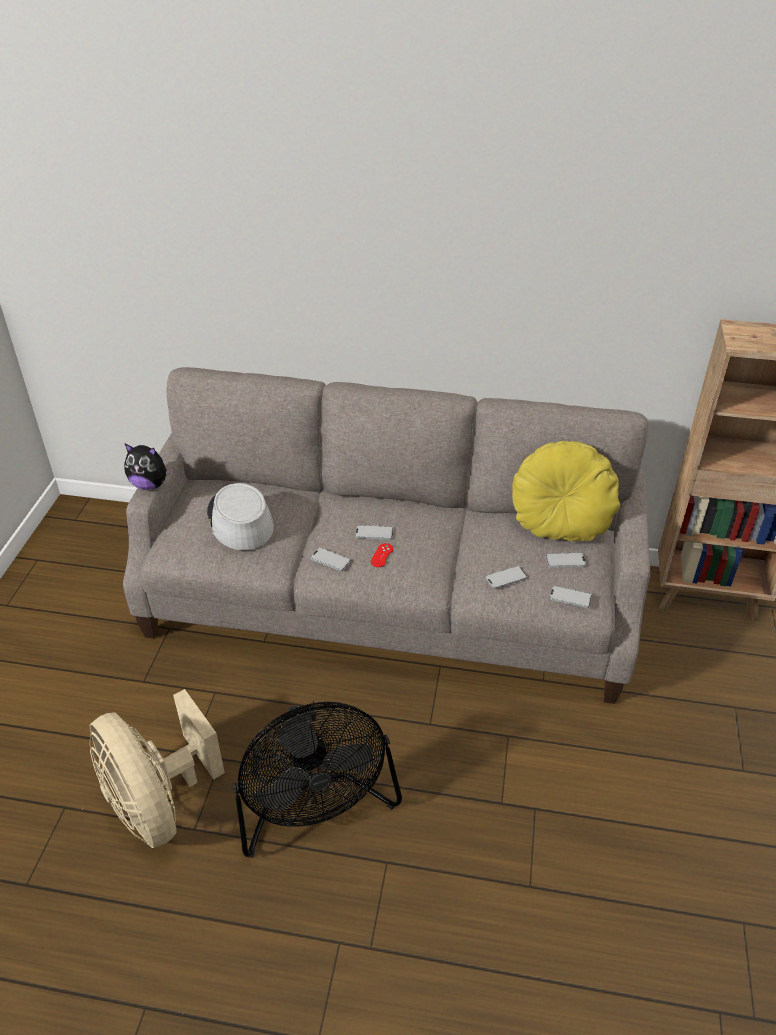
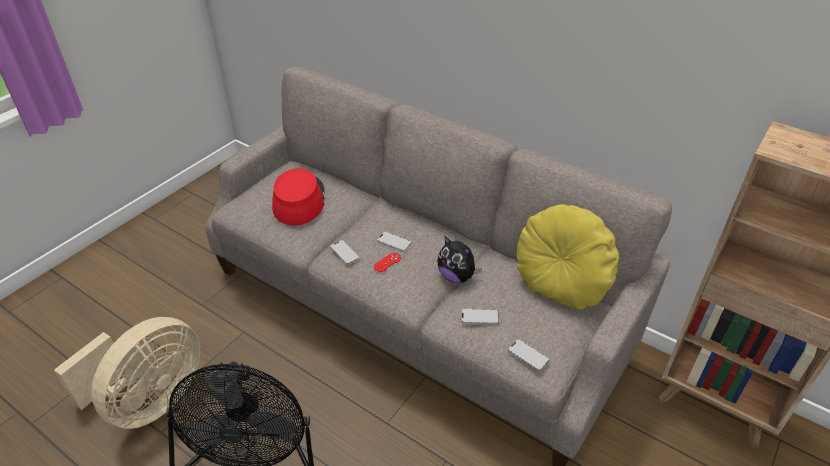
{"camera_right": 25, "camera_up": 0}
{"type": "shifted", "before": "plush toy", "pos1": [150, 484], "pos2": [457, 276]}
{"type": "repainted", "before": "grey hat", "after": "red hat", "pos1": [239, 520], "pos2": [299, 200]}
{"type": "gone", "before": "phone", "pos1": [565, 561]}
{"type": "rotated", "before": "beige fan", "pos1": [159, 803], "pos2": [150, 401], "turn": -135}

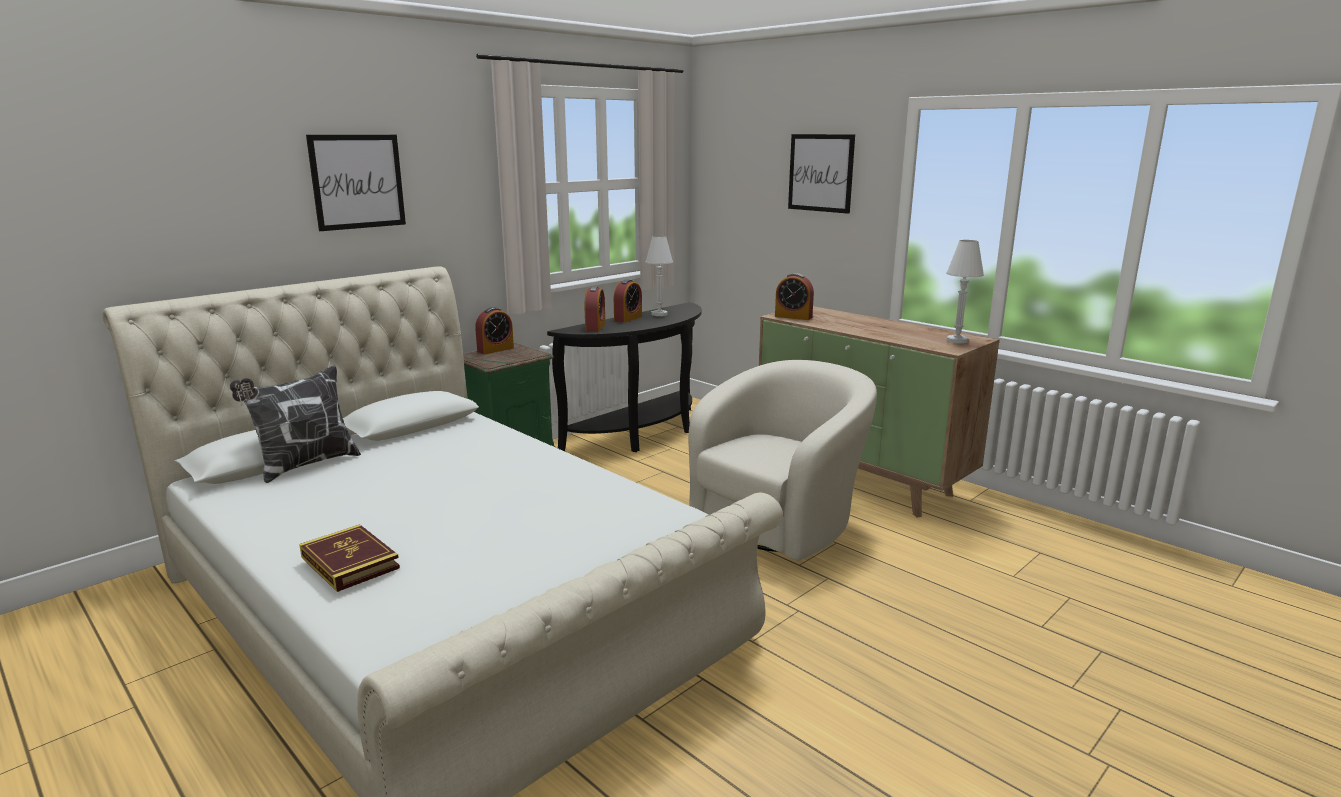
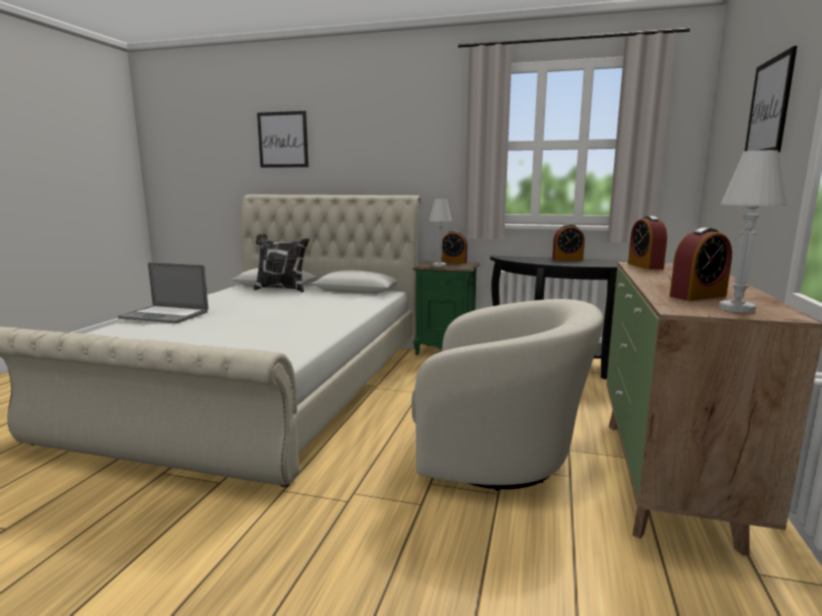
{"camera_right": 60, "camera_up": -5}
{"type": "shifted", "before": "picture", "pos1": [357, 181], "pos2": [283, 140]}
{"type": "shifted", "before": "white table lamp", "pos1": [659, 314], "pos2": [439, 265]}
{"type": "shifted", "before": "alarm clock", "pos1": [595, 327], "pos2": [697, 296]}
{"type": "swapped", "before": "book", "after": "laptop", "pos1": [350, 562], "pos2": [164, 315]}

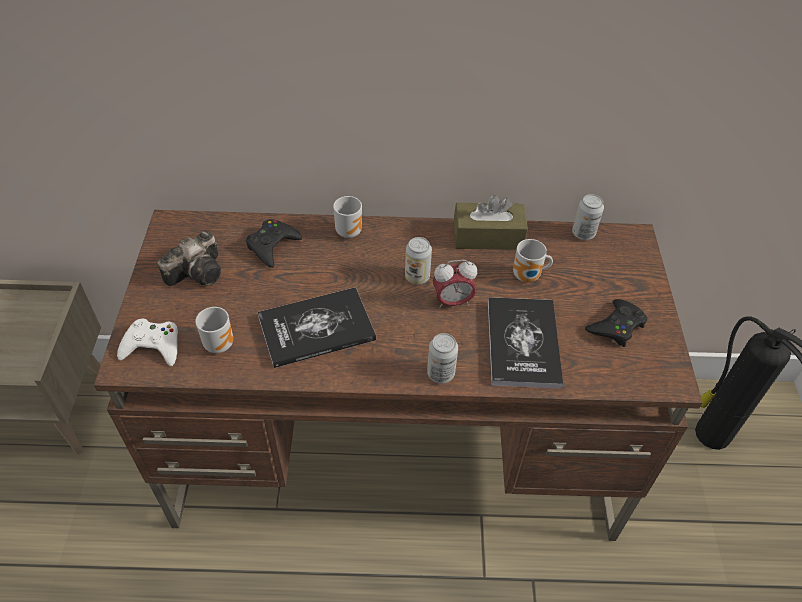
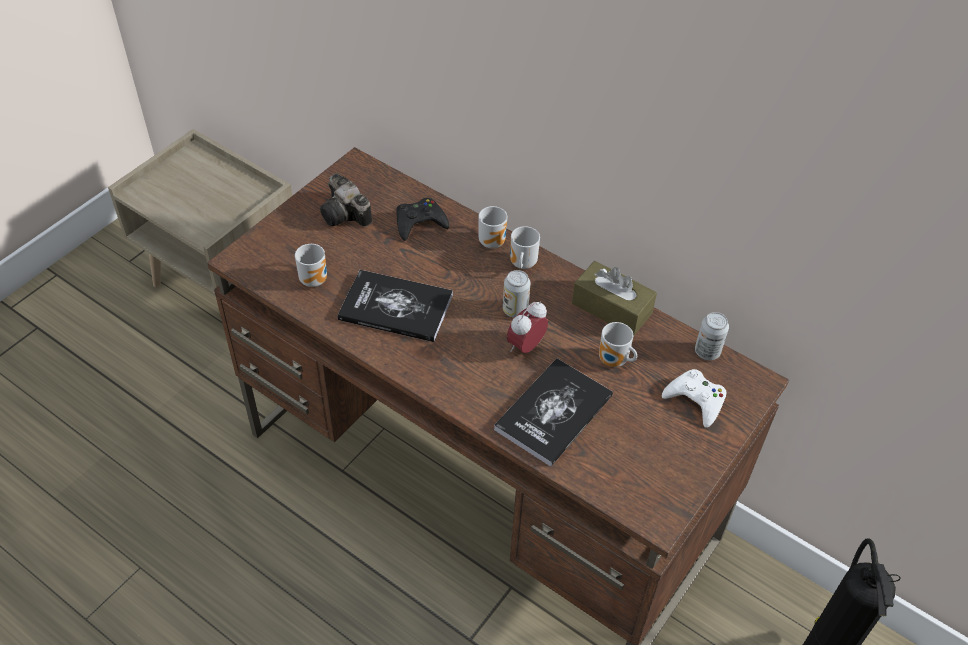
{"camera_right": 35, "camera_up": 0}
{"type": "rotated", "before": "photo camera", "pos1": [199, 271], "pos2": [346, 215], "turn": 60}
{"type": "rotated", "before": "alarm clock", "pos1": [452, 302], "pos2": [525, 346], "turn": 105}
{"type": "gone", "before": "black game controller", "pos1": [616, 326]}
{"type": "shifted", "before": "white game controller", "pos1": [153, 346], "pos2": [695, 400]}
{"type": "gone", "before": "can", "pos1": [440, 373]}
{"type": "new", "after": "mug", "pos2": [521, 264]}

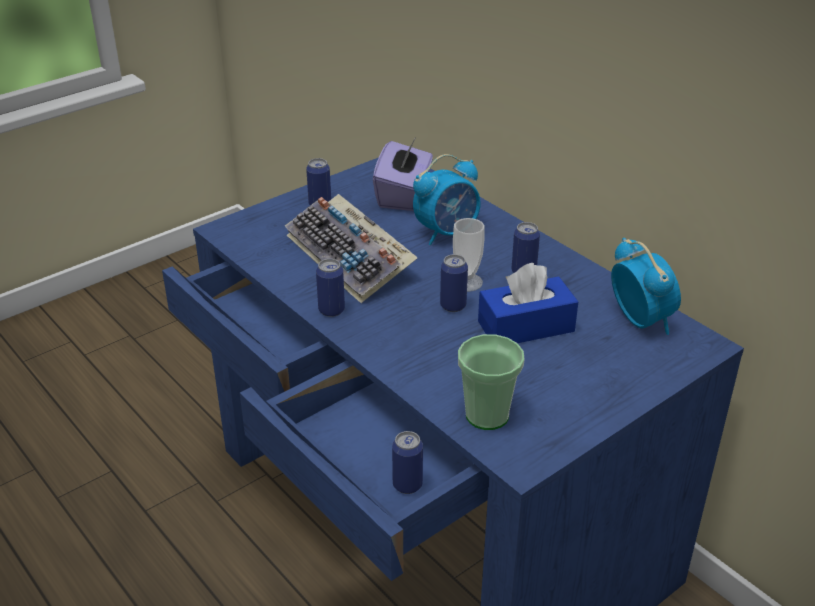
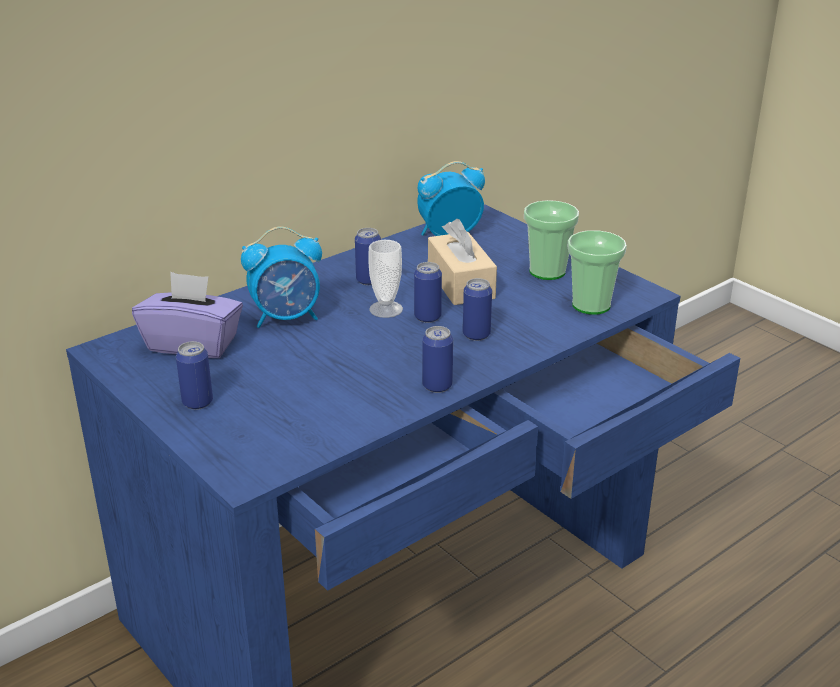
{"camera_right": -90, "camera_up": -5}
{"type": "rotated", "before": "alarm clock", "pos1": [447, 233], "pos2": [287, 318], "turn": 105}
{"type": "gone", "before": "keyboard", "pos1": [351, 258]}
{"type": "repainted", "before": "blue tissue box", "after": "beige tissue box", "pos1": [526, 326], "pos2": [460, 283]}
{"type": "shifted", "before": "can", "pos1": [407, 485], "pos2": [476, 335]}
{"type": "new", "after": "cup", "pos2": [547, 271]}

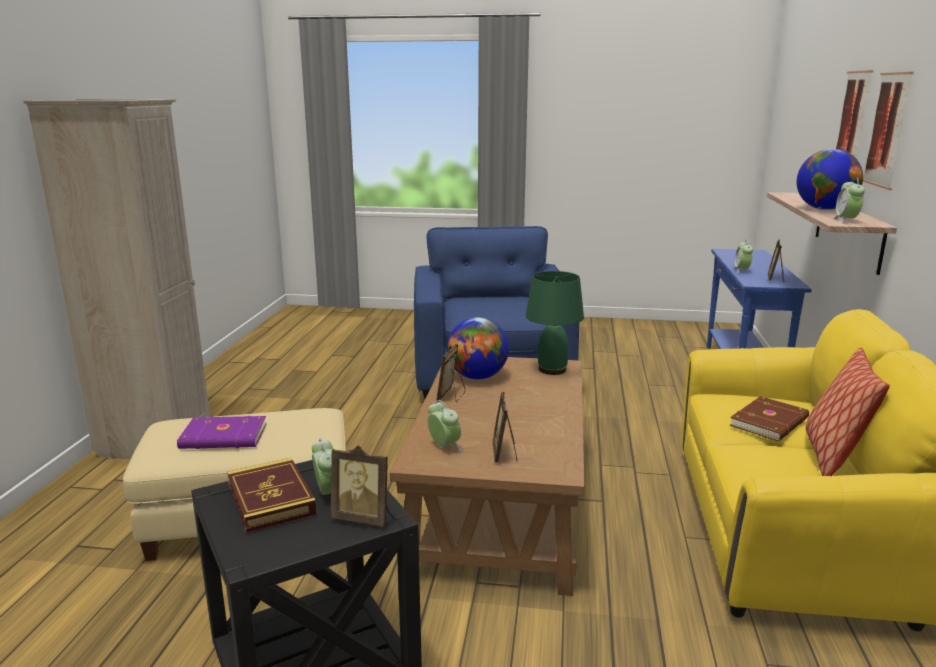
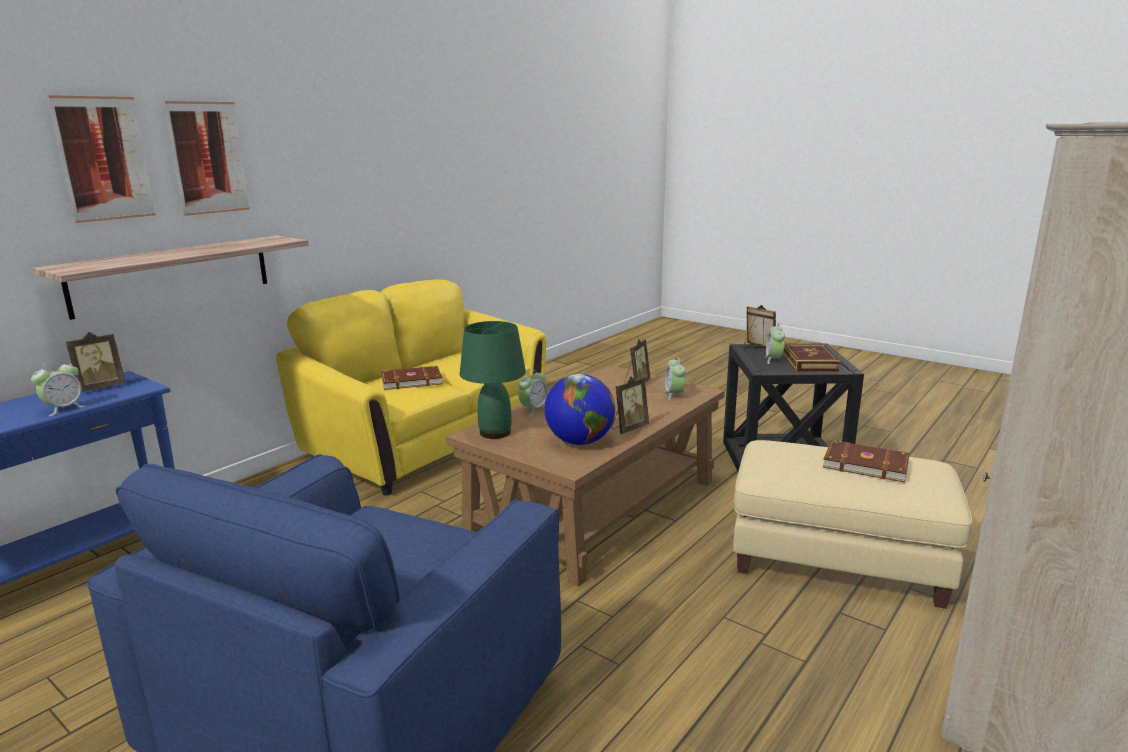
{"camera_right": -150, "camera_up": 0}
{"type": "gone", "before": "globe", "pos1": [824, 209]}
{"type": "shifted", "before": "alarm clock", "pos1": [846, 221], "pos2": [533, 409]}
{"type": "gone", "before": "pillow", "pos1": [832, 457]}
{"type": "repainted", "before": "purple book", "after": "brown book", "pos1": [224, 437], "pos2": [865, 464]}

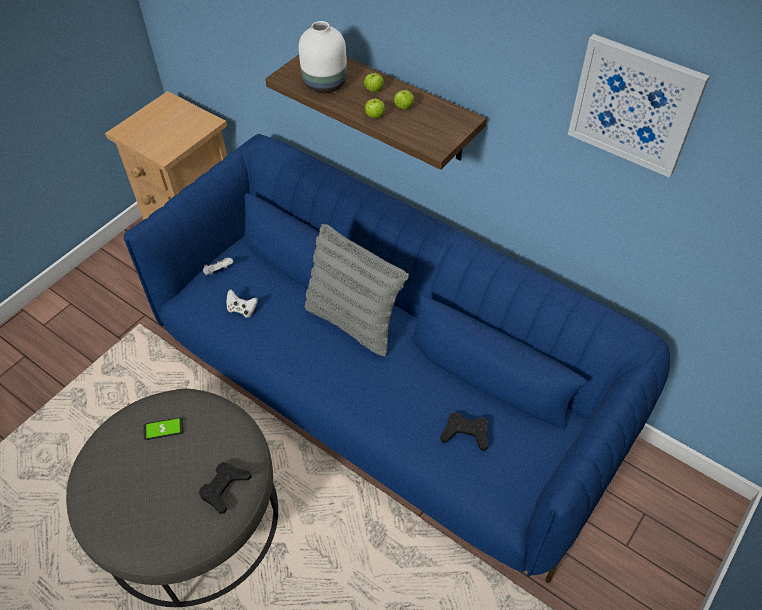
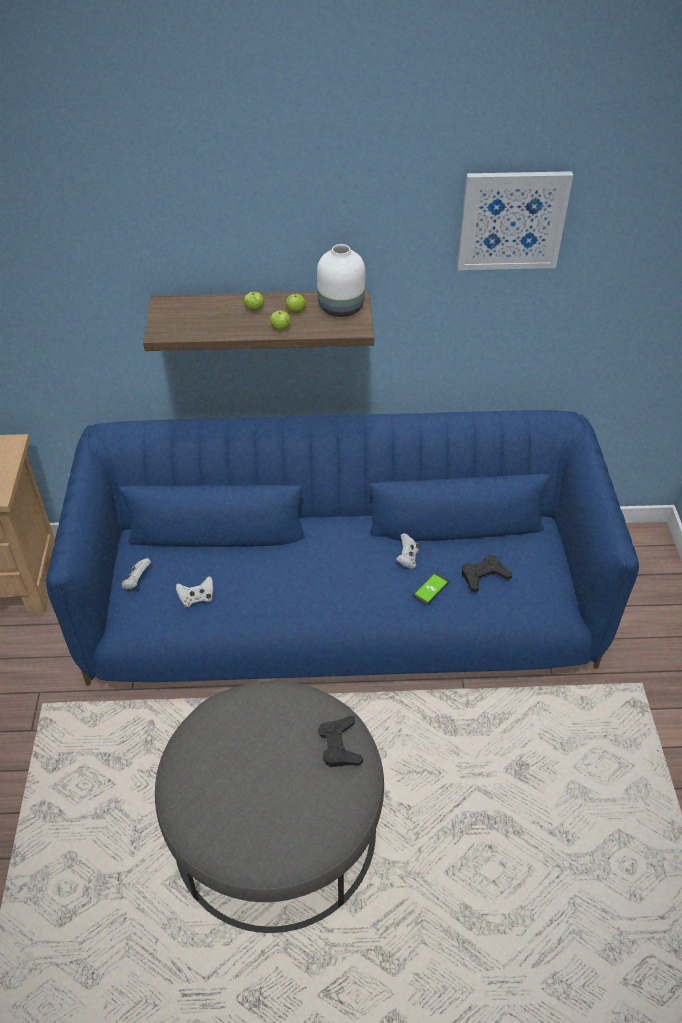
{"camera_right": -40, "camera_up": -5}
{"type": "shifted", "before": "white vase", "pos1": [324, 83], "pos2": [339, 308]}
{"type": "gone", "before": "grey pillow", "pos1": [355, 322]}
{"type": "shifted", "before": "phone", "pos1": [163, 429], "pos2": [431, 589]}
{"type": "new", "after": "white game controller", "pos2": [407, 559]}

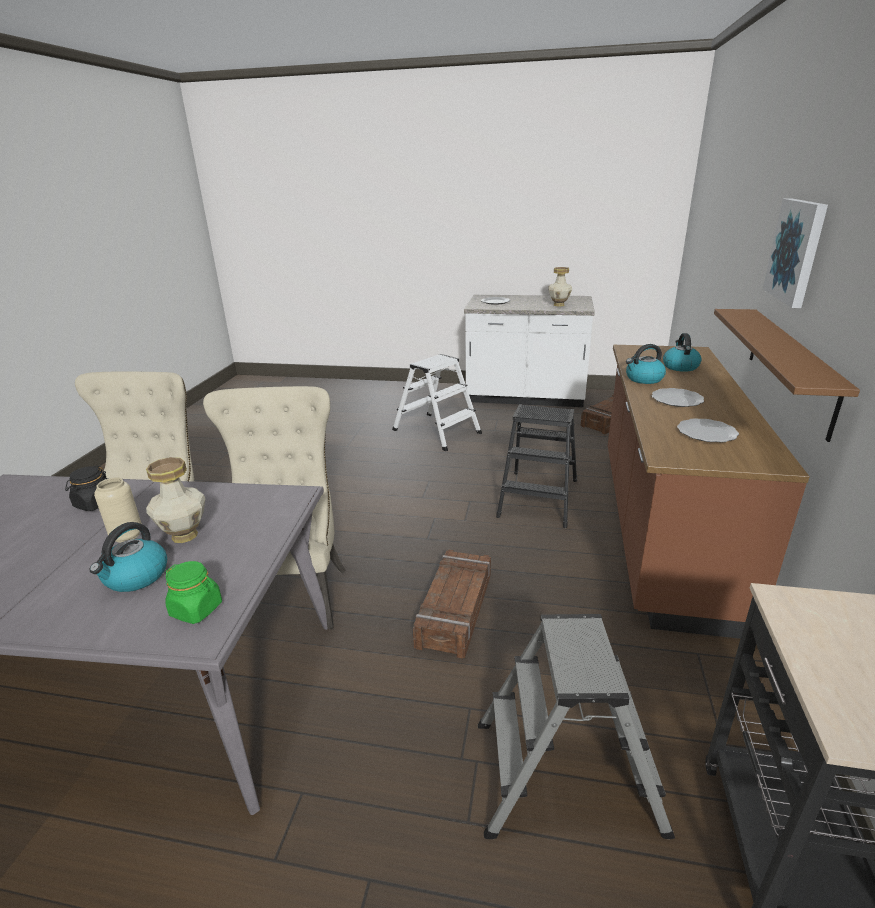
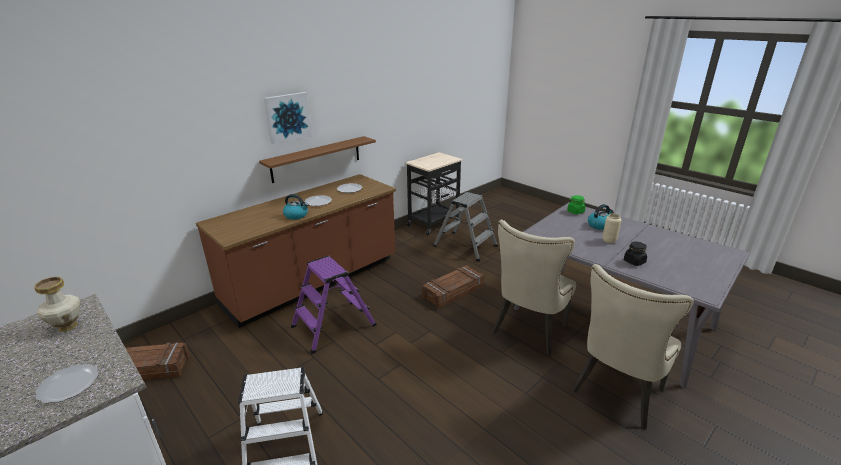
{"camera_right": -145, "camera_up": 0}
{"type": "gone", "before": "kettle", "pos1": [680, 366]}
{"type": "repainted", "before": "black step ladder", "after": "purple step ladder", "pos1": [538, 497], "pos2": [333, 326]}
{"type": "gone", "before": "vase", "pos1": [185, 535]}

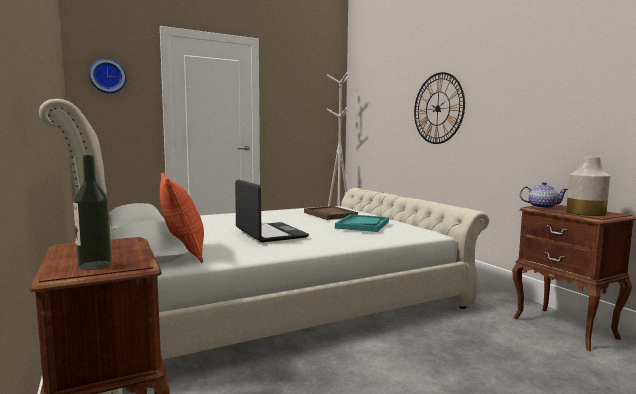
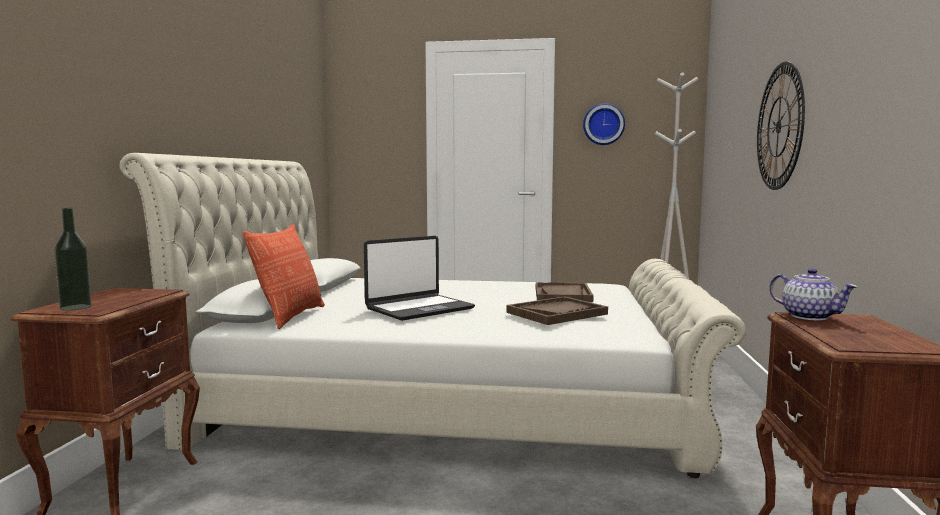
{"camera_right": 35, "camera_up": 0}
{"type": "shifted", "before": "wall clock", "pos1": [107, 76], "pos2": [603, 124]}
{"type": "gone", "before": "beige vase", "pos1": [585, 213]}
{"type": "rotated", "before": "laptop", "pos1": [269, 233], "pos2": [419, 309], "turn": 45}
{"type": "repainted", "before": "turquoise tray", "after": "brown tray", "pos1": [362, 225], "pos2": [556, 313]}

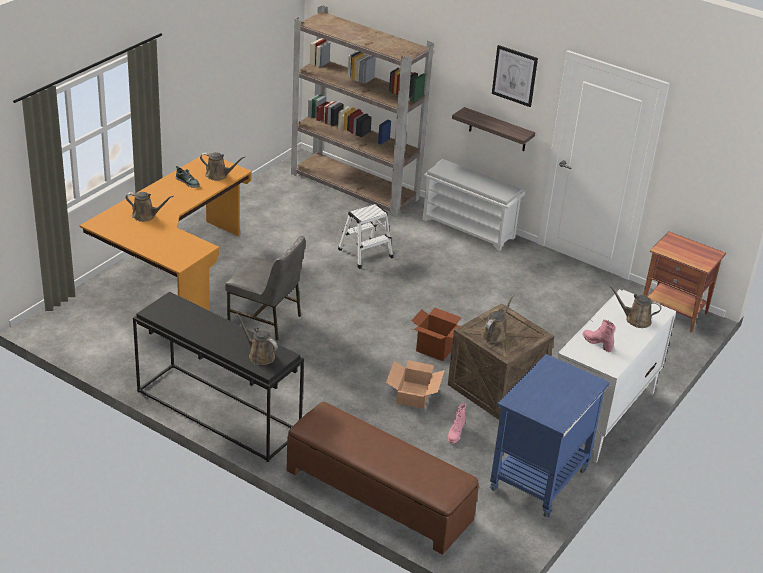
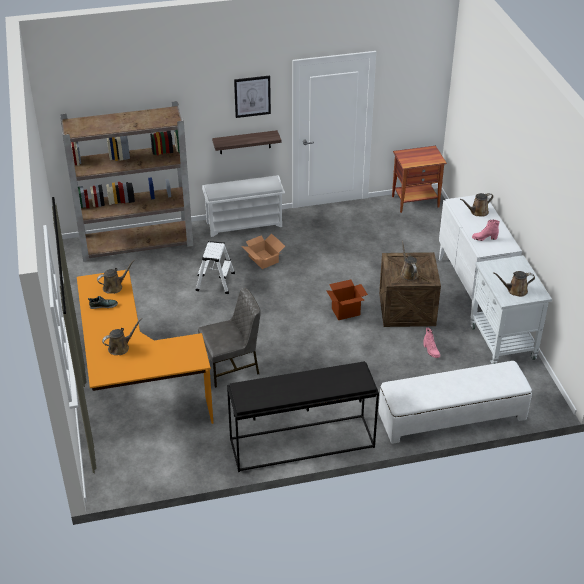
{"camera_right": -45, "camera_up": 5}
{"type": "shifted", "before": "brown watering can", "pos1": [259, 355], "pos2": [515, 290]}
{"type": "repainted", "before": "blue cart", "after": "white cart", "pos1": [538, 481], "pos2": [502, 343]}
{"type": "shifted", "before": "cardboard box", "pos1": [414, 394], "pos2": [263, 259]}
{"type": "repainted", "before": "brown bench", "after": "white bench", "pos1": [377, 495], "pos2": [451, 416]}

